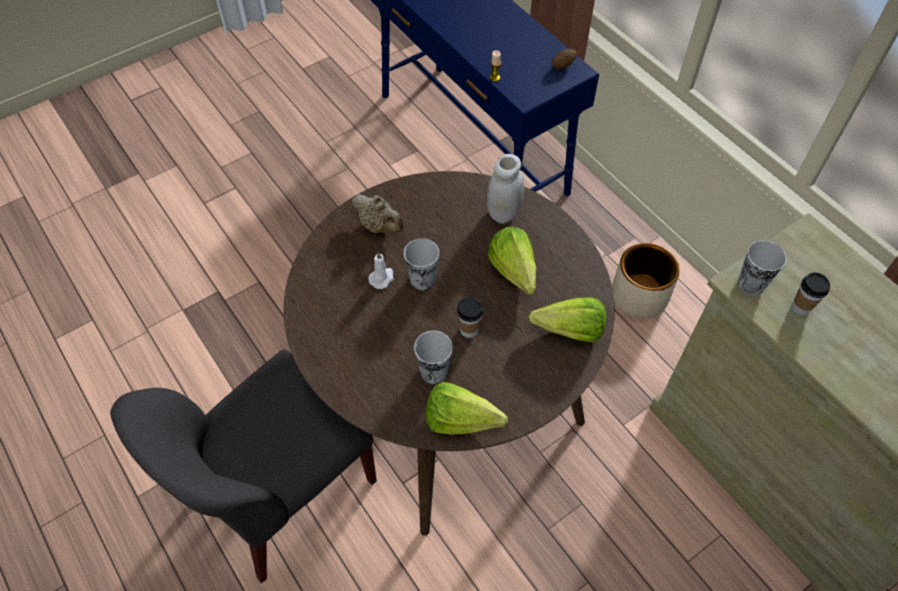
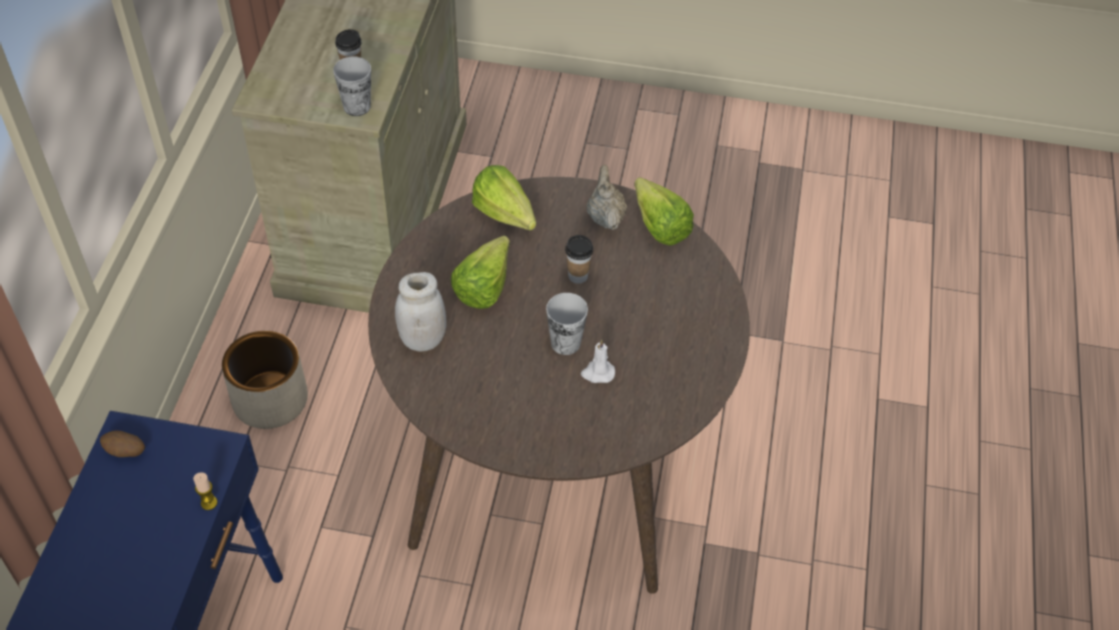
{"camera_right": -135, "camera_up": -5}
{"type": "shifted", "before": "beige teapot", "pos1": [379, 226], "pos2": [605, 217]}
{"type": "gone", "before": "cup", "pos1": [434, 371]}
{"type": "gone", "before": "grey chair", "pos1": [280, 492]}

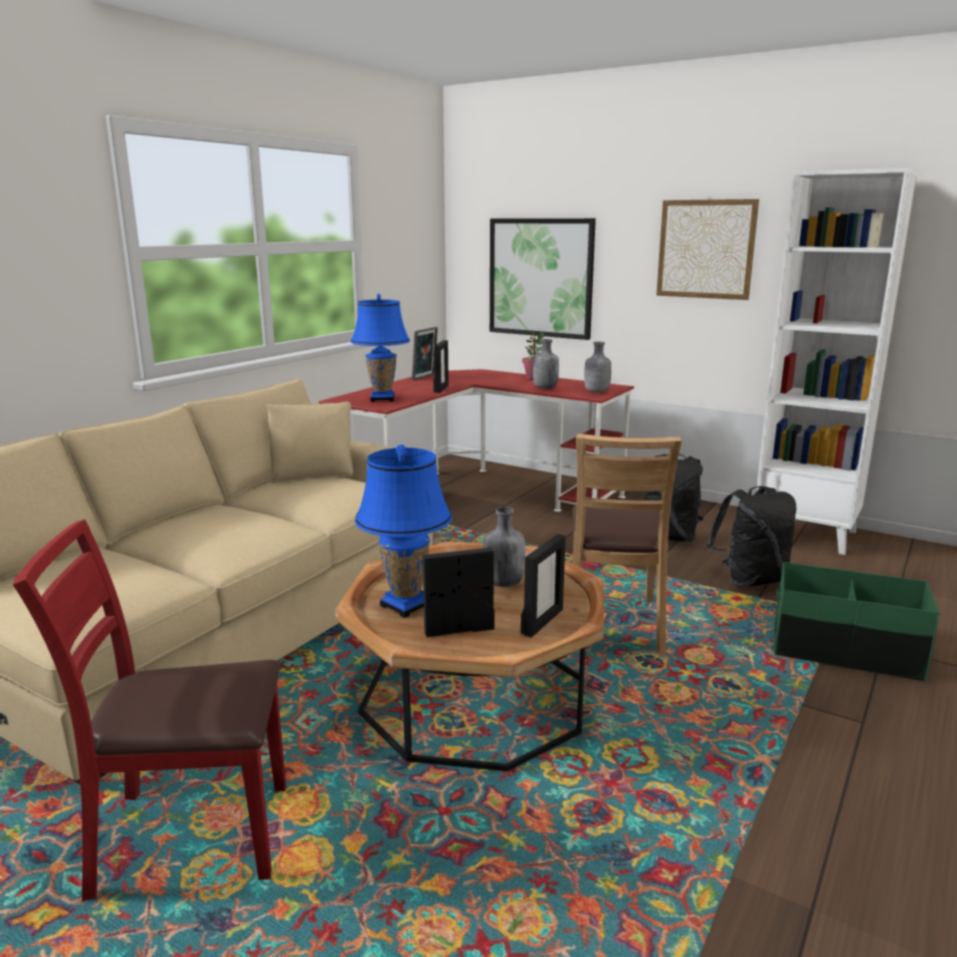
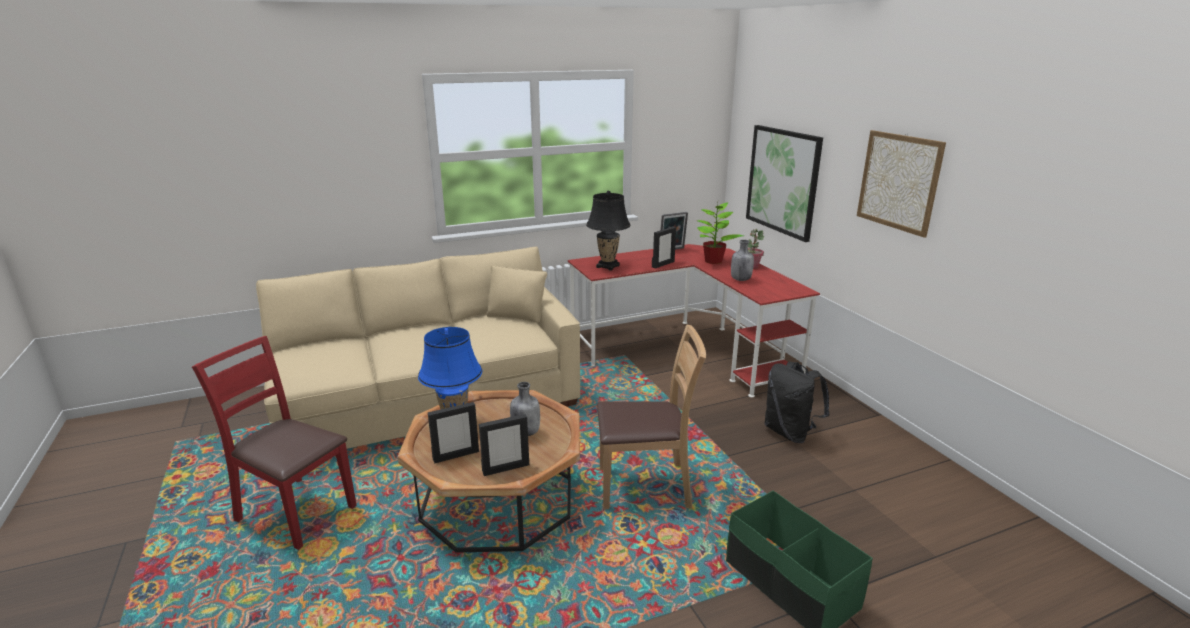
{"camera_right": 35, "camera_up": 5}
{"type": "gone", "before": "white bookcase", "pos1": [806, 534]}
{"type": "repainted", "before": "blue table lamp", "after": "black table lamp", "pos1": [382, 399], "pos2": [607, 266]}
{"type": "gone", "before": "grey bottle", "pos1": [596, 392]}
{"type": "rotated", "before": "brown chair", "pos1": [613, 624], "pos2": [645, 486], "turn": -135}
{"type": "gone", "before": "black backpack", "pos1": [750, 580]}
{"type": "rotated", "before": "picture frame", "pos1": [459, 631], "pos2": [456, 455], "turn": 135}
{"type": "new", "after": "potted plant", "pos2": [713, 261]}

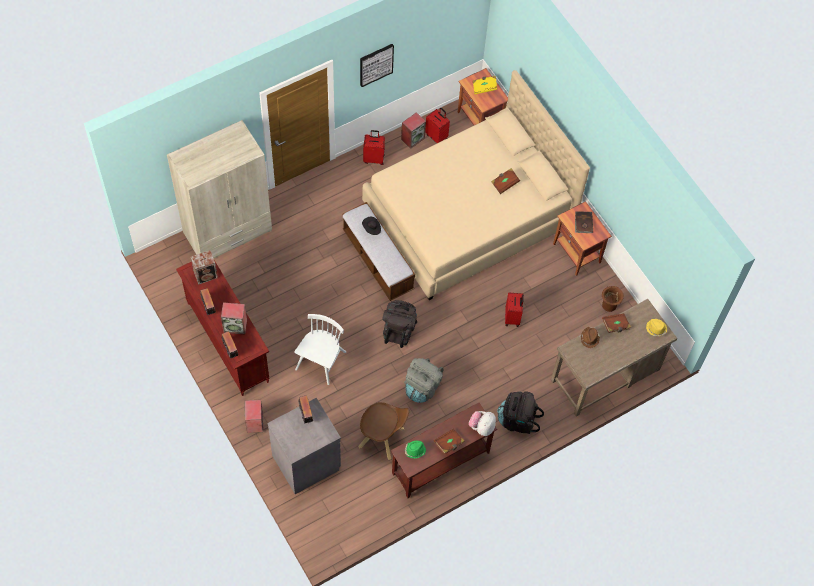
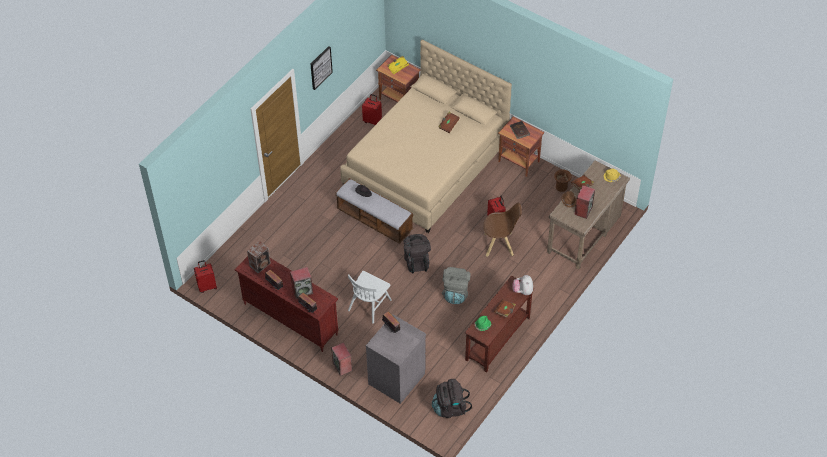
{"camera_right": -20, "camera_up": -10}
{"type": "shifted", "before": "speaker", "pos1": [413, 138], "pos2": [583, 210]}
{"type": "gone", "before": "beige wardrobe", "pos1": [228, 232]}
{"type": "shifted", "before": "red suitcase", "pos1": [374, 158], "pos2": [207, 286]}
{"type": "rotated", "before": "white chair", "pos1": [321, 361], "pos2": [369, 305], "turn": -150}
{"type": "shifted", "before": "black backpack", "pos1": [517, 420], "pos2": [450, 408]}
{"type": "shifted", "before": "brown chair", "pos1": [382, 438], "pos2": [500, 244]}

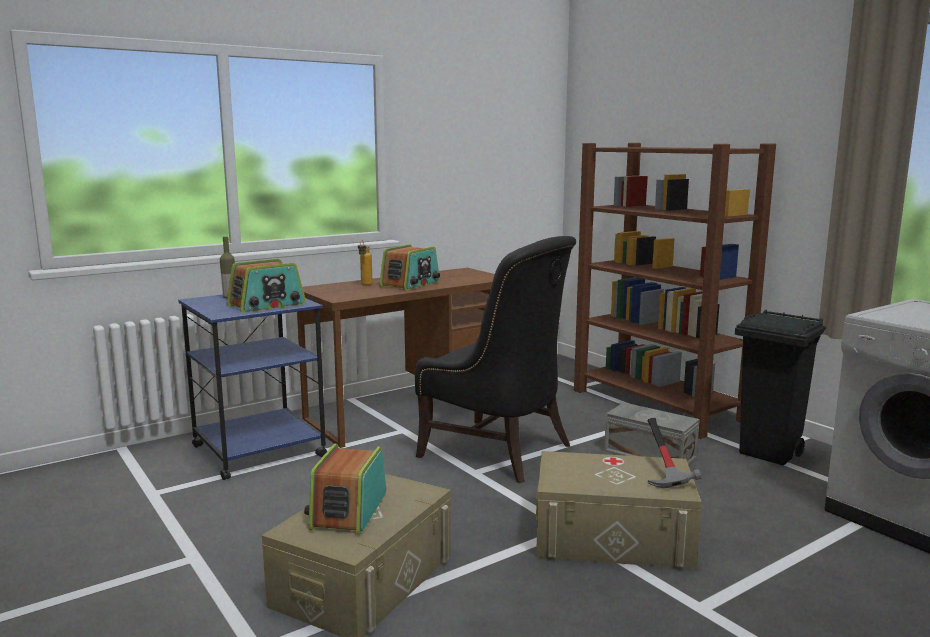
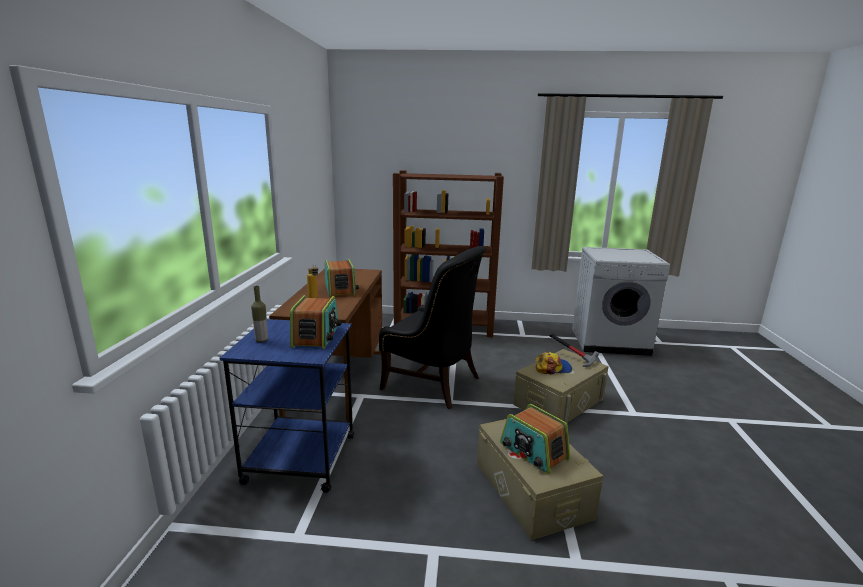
{"camera_right": -50, "camera_up": 5}
{"type": "rotated", "before": "black chair", "pos1": [498, 450], "pos2": [433, 383], "turn": 45}
{"type": "gone", "before": "black trash can", "pos1": [770, 454]}
{"type": "gone", "before": "grey storage box", "pos1": [649, 453]}
{"type": "new", "after": "cap", "pos2": [552, 368]}

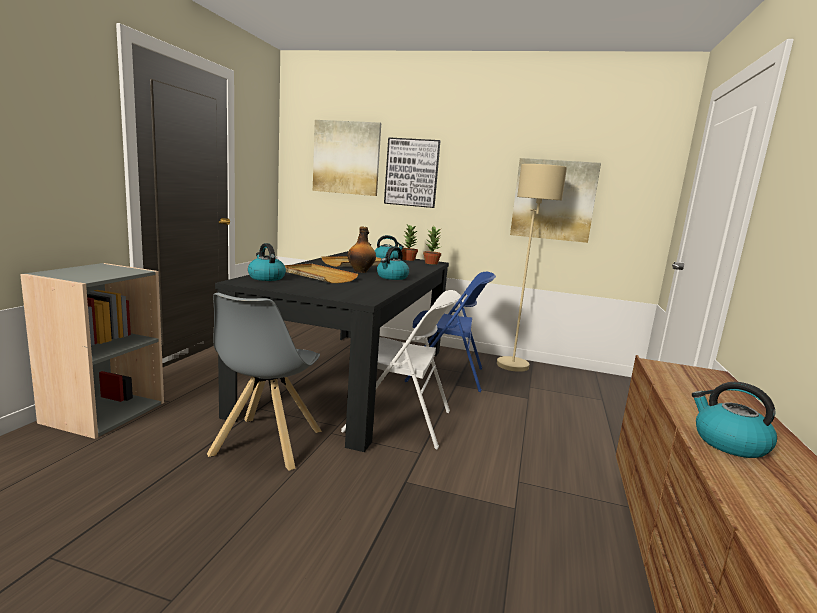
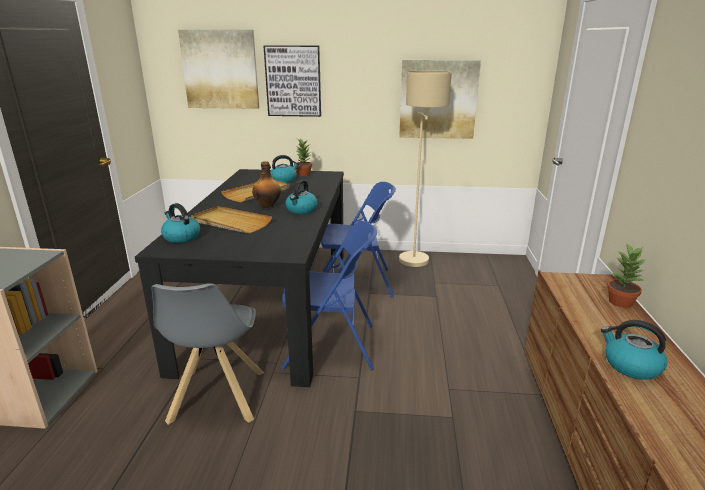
{"camera_right": -10, "camera_up": 10}
{"type": "shifted", "before": "potted plant", "pos1": [431, 263], "pos2": [620, 302]}
{"type": "repainted", "before": "white chair", "after": "blue chair", "pos1": [398, 421], "pos2": [330, 346]}

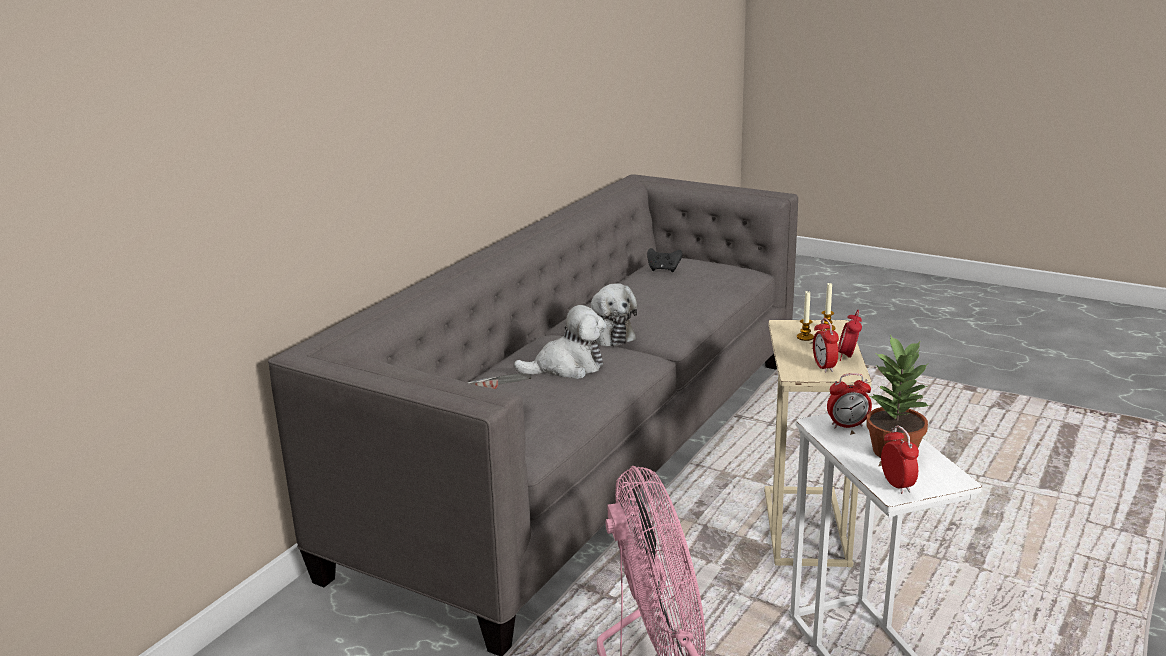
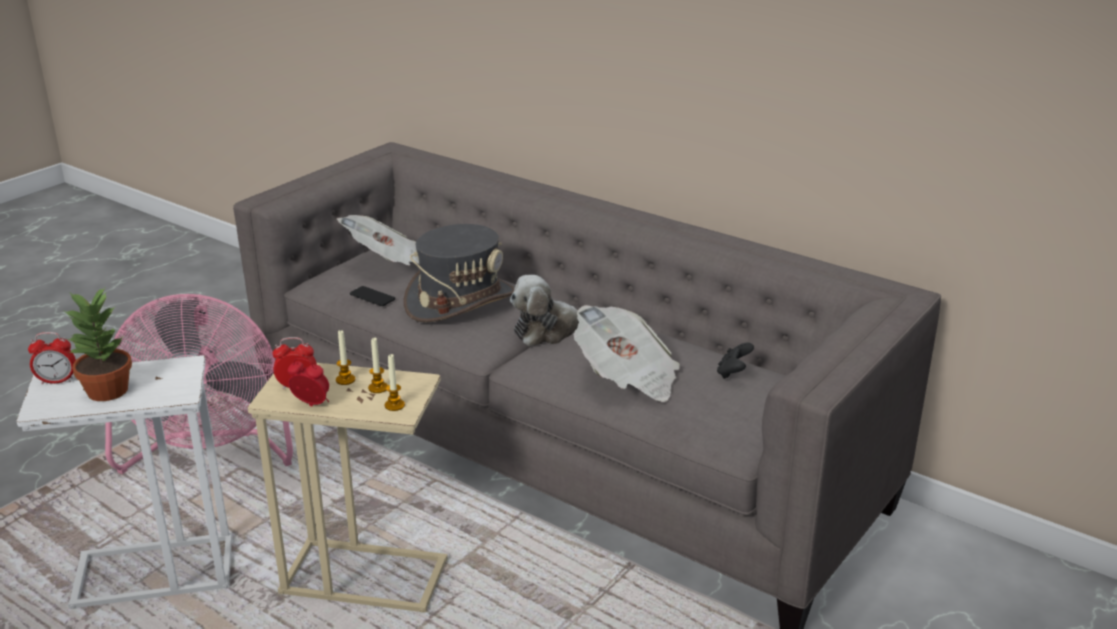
{"camera_right": 95, "camera_up": 5}
{"type": "swapped", "before": "plush toy", "after": "grey hat", "pos1": [567, 367], "pos2": [460, 301]}
{"type": "gone", "before": "alarm clock", "pos1": [847, 425]}
{"type": "new", "after": "phone", "pos2": [372, 297]}
{"type": "new", "after": "newspaper", "pos2": [627, 378]}
{"type": "new", "after": "candle", "pos2": [345, 380]}

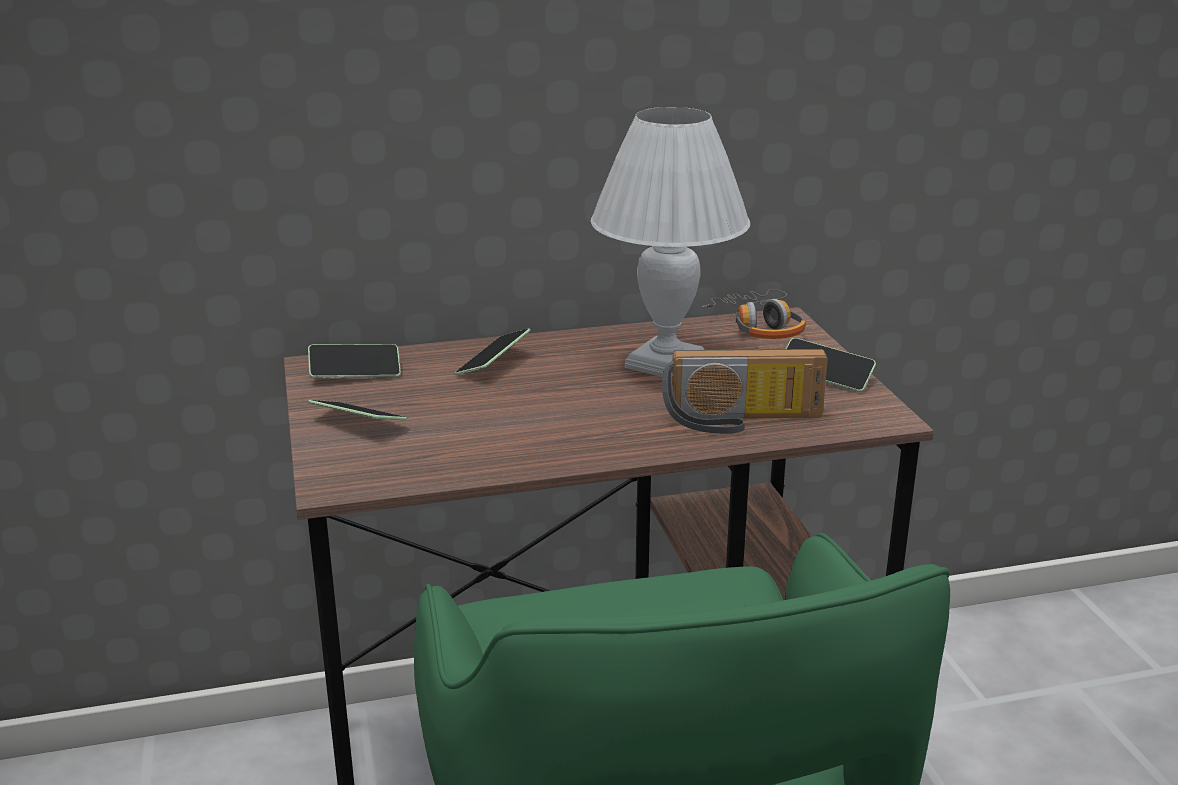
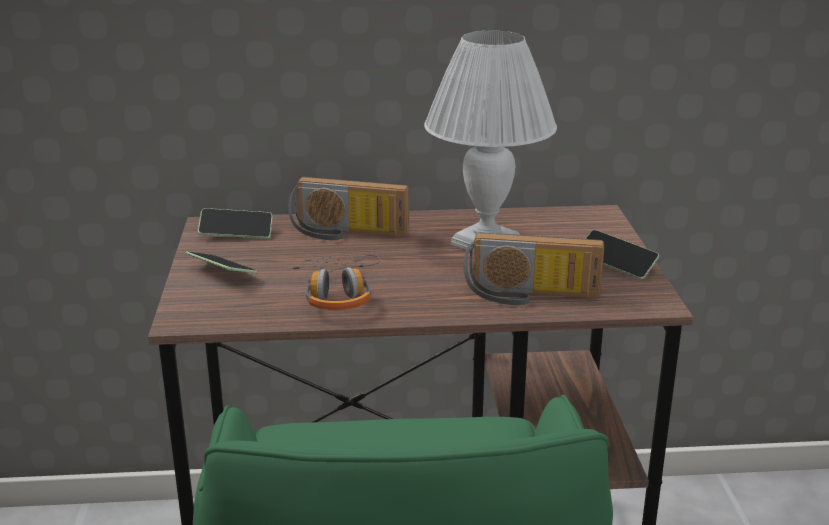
{"camera_right": 10, "camera_up": 0}
{"type": "shifted", "before": "headphones", "pos1": [760, 327], "pos2": [338, 293]}
{"type": "swapped", "before": "phone", "after": "radio", "pos1": [493, 363], "pos2": [346, 233]}

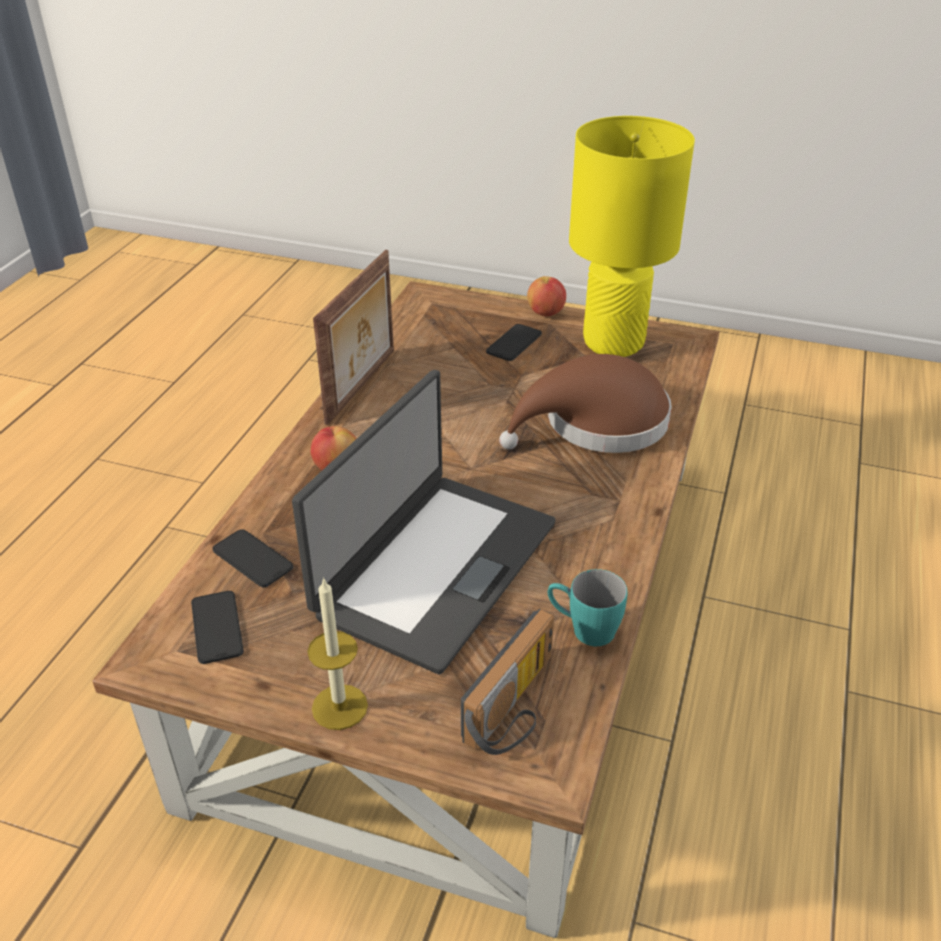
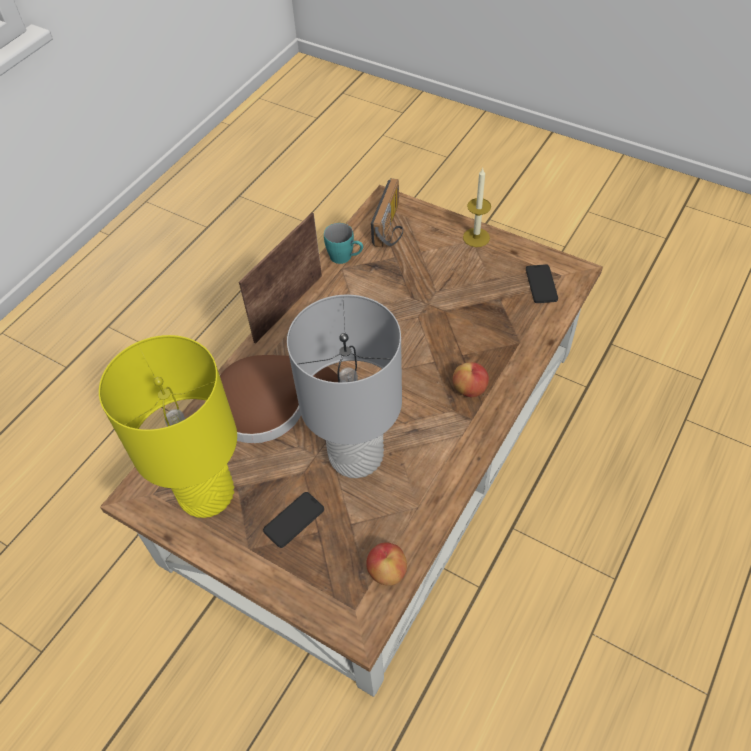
{"camera_right": -165, "camera_up": 15}
{"type": "shifted", "before": "picture frame", "pos1": [363, 386], "pos2": [287, 307]}
{"type": "shifted", "before": "apple", "pos1": [546, 313], "pos2": [387, 571]}
{"type": "gone", "before": "laptop", "pos1": [434, 567]}
{"type": "gone", "before": "phone", "pos1": [252, 559]}
{"type": "rotated", "before": "radio", "pos1": [517, 708], "pos2": [392, 226], "turn": 150}
{"type": "new", "after": "grey table lamp", "pos2": [357, 459]}

